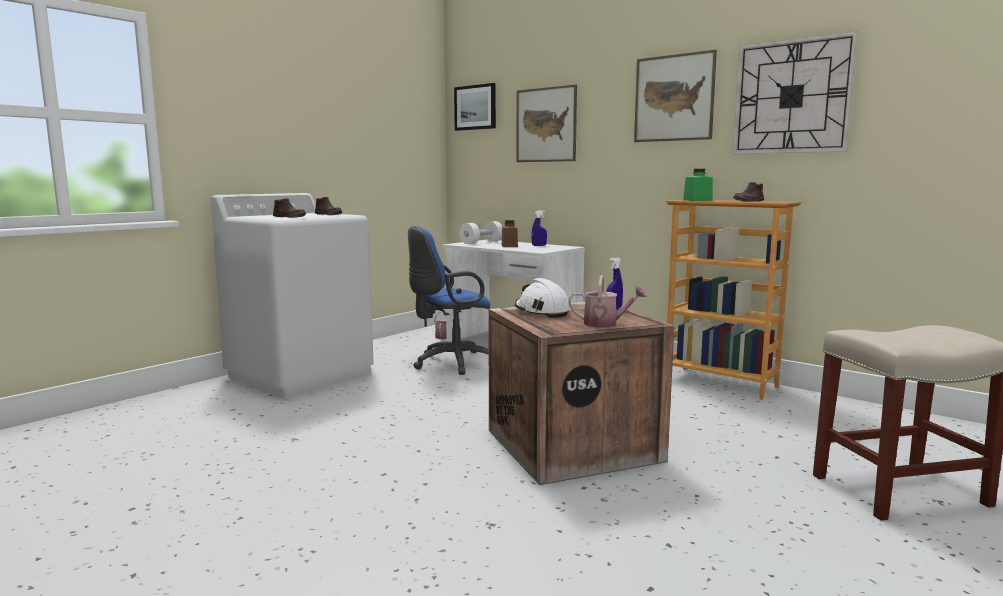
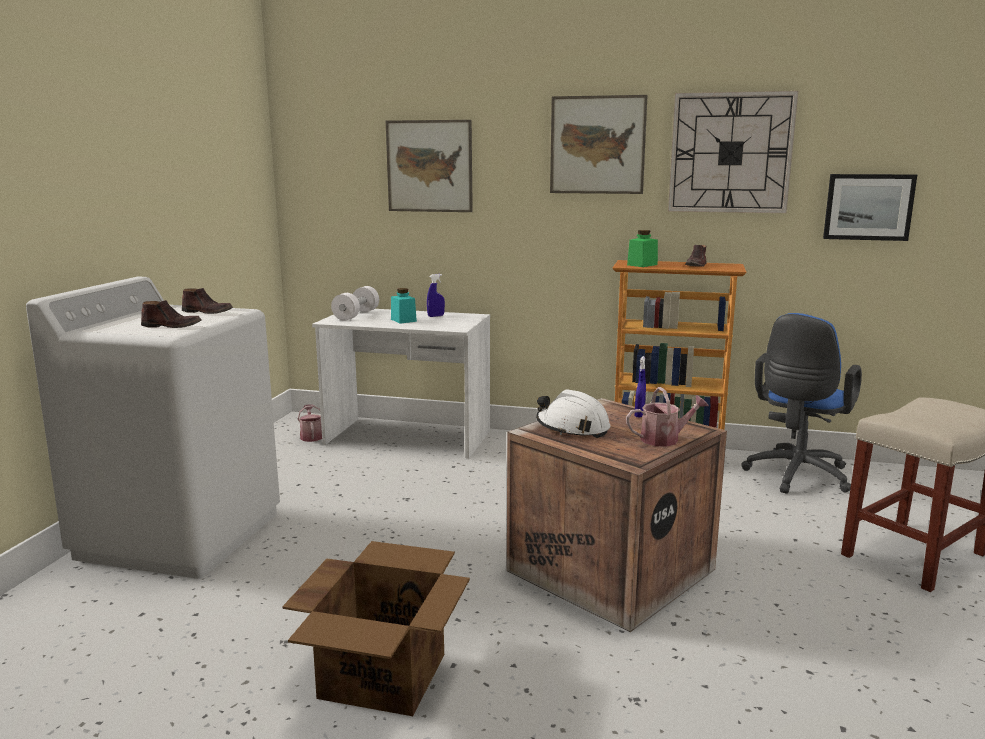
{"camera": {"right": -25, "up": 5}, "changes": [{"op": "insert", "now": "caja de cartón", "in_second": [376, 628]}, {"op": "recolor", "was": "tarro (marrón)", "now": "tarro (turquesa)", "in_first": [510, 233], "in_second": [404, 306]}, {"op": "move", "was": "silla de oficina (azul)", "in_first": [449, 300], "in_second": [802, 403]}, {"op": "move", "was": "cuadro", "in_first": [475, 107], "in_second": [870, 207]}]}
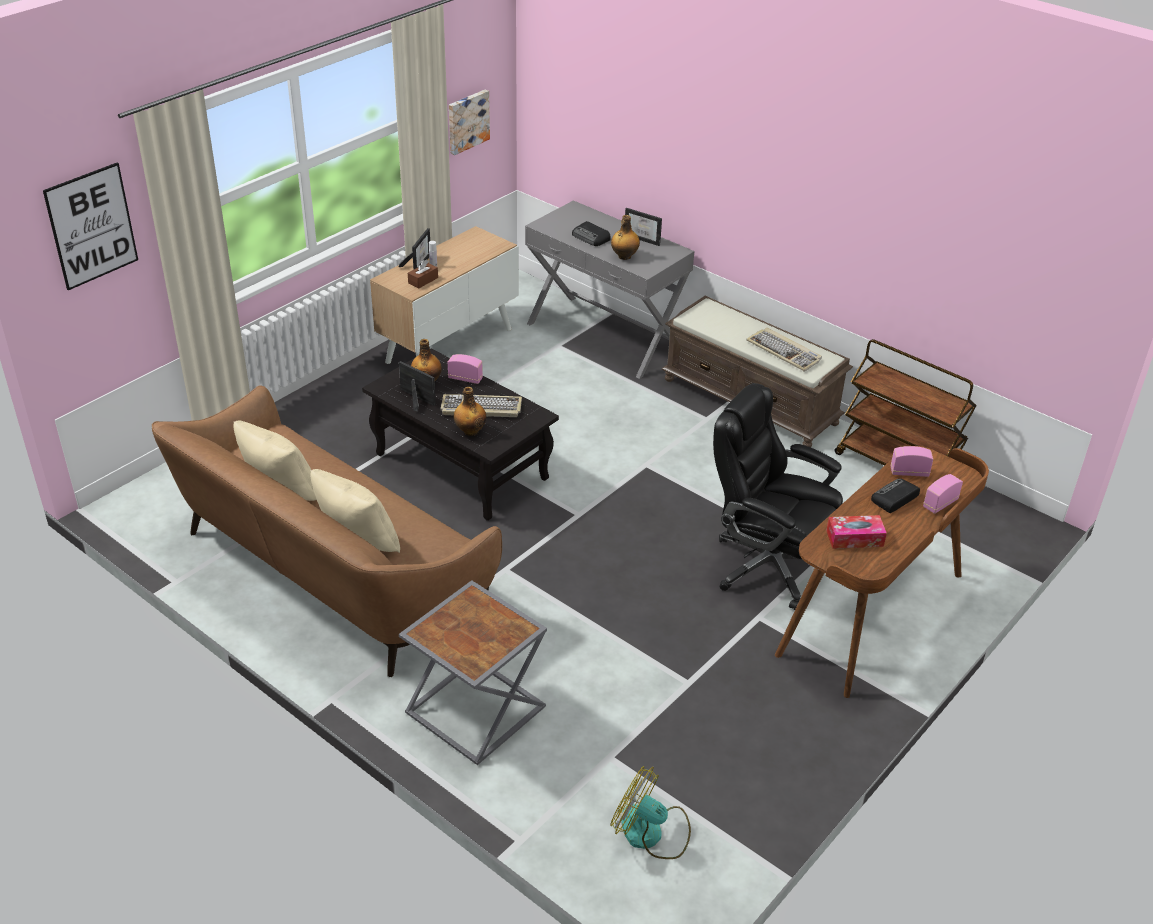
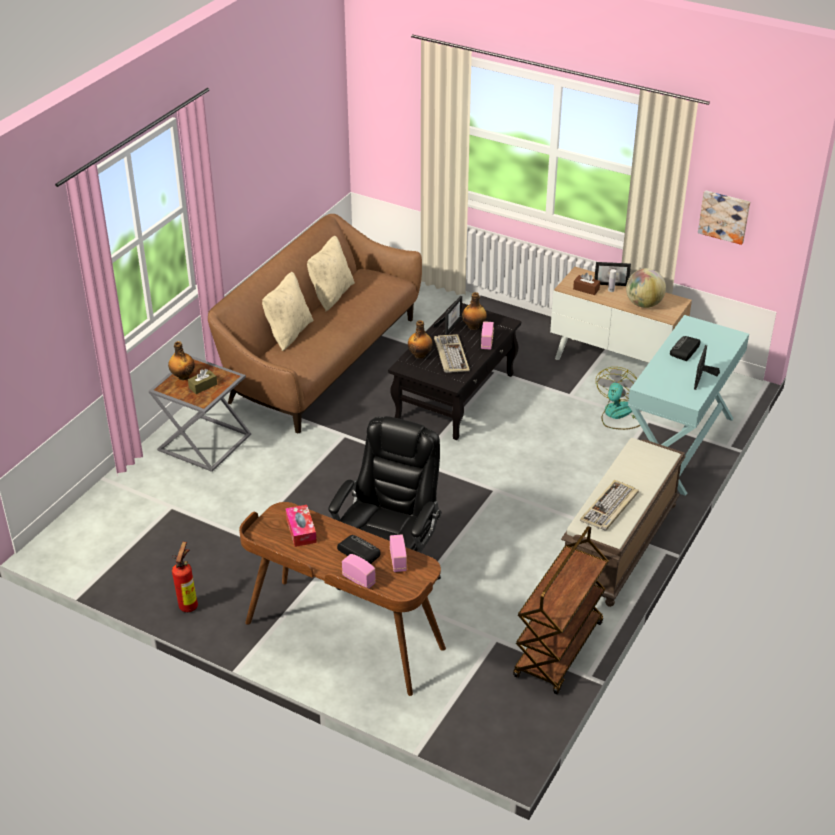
{"camera": {"right": 80, "up": 0}, "changes": [{"op": "move", "was": "botella", "in_first": [625, 237], "in_second": [181, 360]}, {"op": "insert", "now": "extintor", "in_second": [185, 577]}, {"op": "insert", "now": "caja de pañuelos (marrón)", "in_second": [202, 381]}, {"op": "move", "was": "ventilador", "in_first": [650, 812], "in_second": [618, 398]}, {"op": "insert", "now": "globo terráqueo", "in_second": [646, 288]}, {"op": "recolor", "was": "mesa consola (gris)", "now": "mesa consola (turquesa)", "in_first": [610, 289], "in_second": [688, 405]}, {"op": "delete", "was": "cuadro", "in_first": [90, 226]}]}
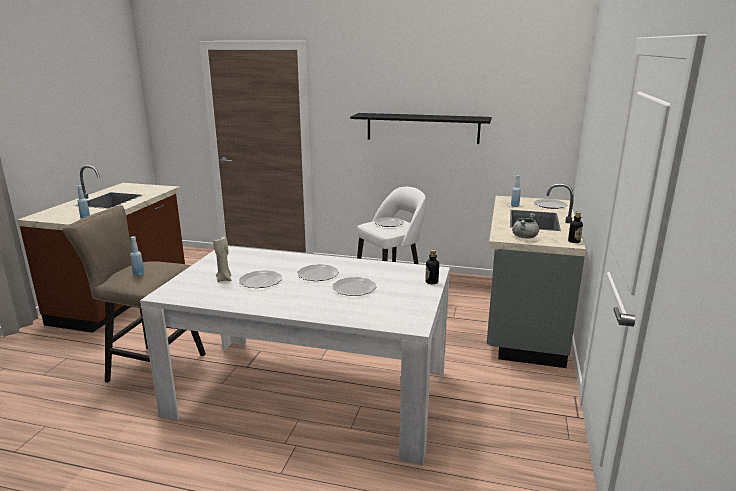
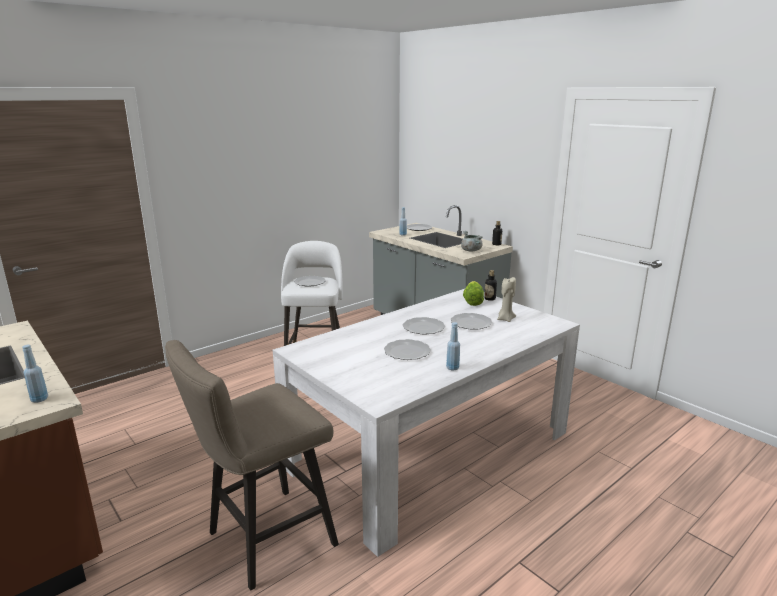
{"camera": {"right": -55, "up": 0}, "changes": [{"op": "move", "was": "botella (azul)", "in_first": [137, 256], "in_second": [453, 346]}, {"op": "insert", "now": "lechuga", "in_second": [473, 293]}, {"op": "move", "was": "vela (beis)", "in_first": [222, 259], "in_second": [506, 299]}, {"op": "delete", "was": "estante (negro)", "in_first": [421, 128]}]}
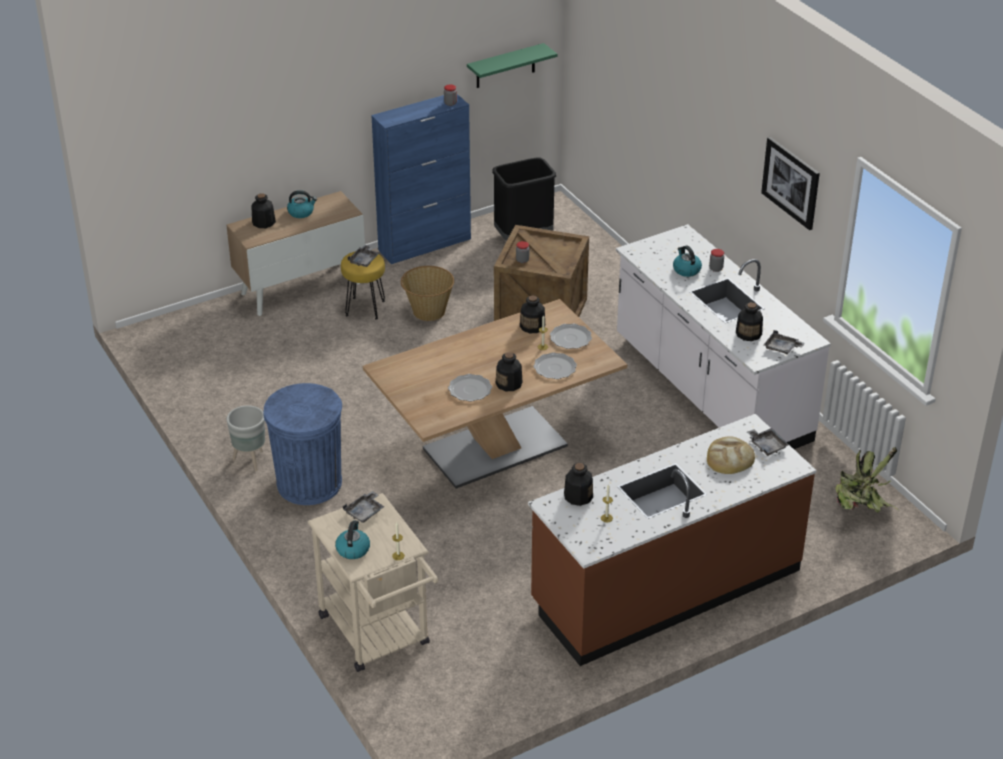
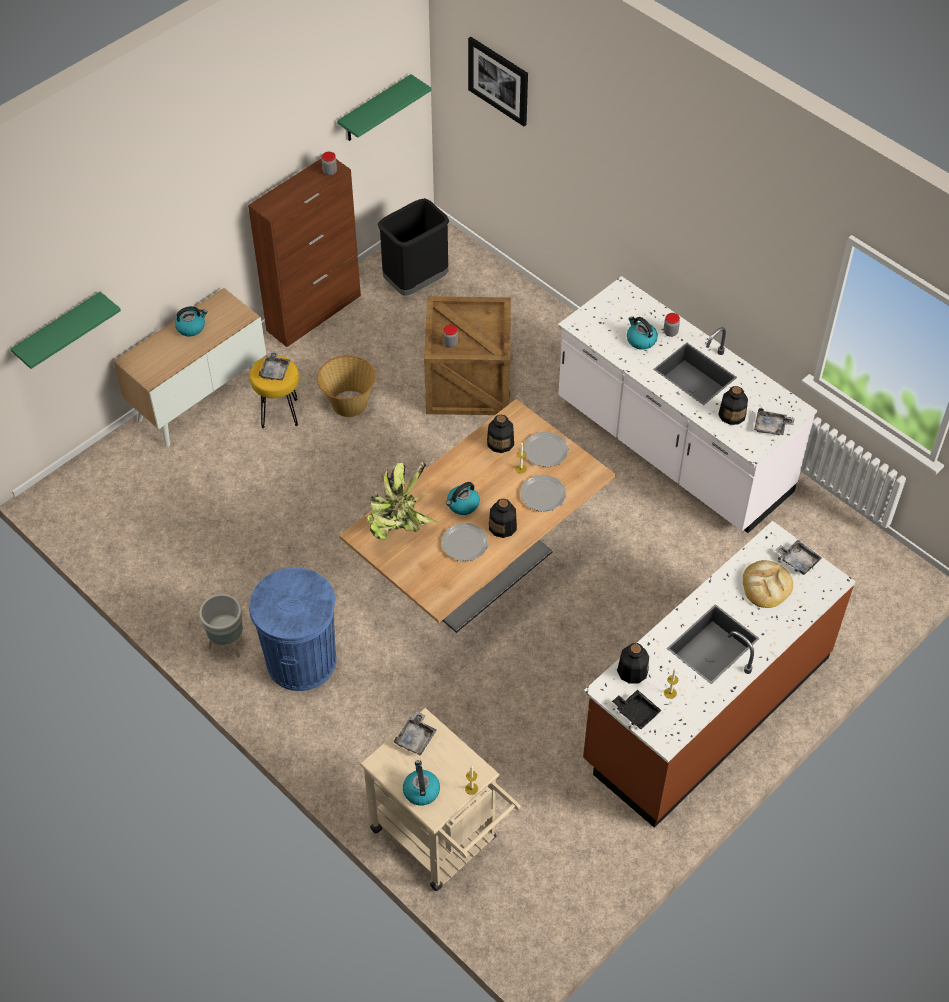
{"camera": {"right": -15, "up": 15}, "changes": [{"op": "insert", "now": "estante (verde)", "in_second": [66, 330]}, {"op": "recolor", "was": "armario (azul)", "now": "armario (marrón)", "in_first": [421, 179], "in_second": [304, 252]}, {"op": "move", "was": "planta en maceta", "in_first": [866, 479], "in_second": [403, 500]}, {"op": "insert", "now": "hervidor", "in_second": [463, 498]}, {"op": "move", "was": "cuadro", "in_first": [790, 183], "in_second": [498, 81]}, {"op": "insert", "now": "bandeja (negro)", "in_second": [637, 709]}, {"op": "delete", "was": "botella", "in_first": [263, 210]}]}
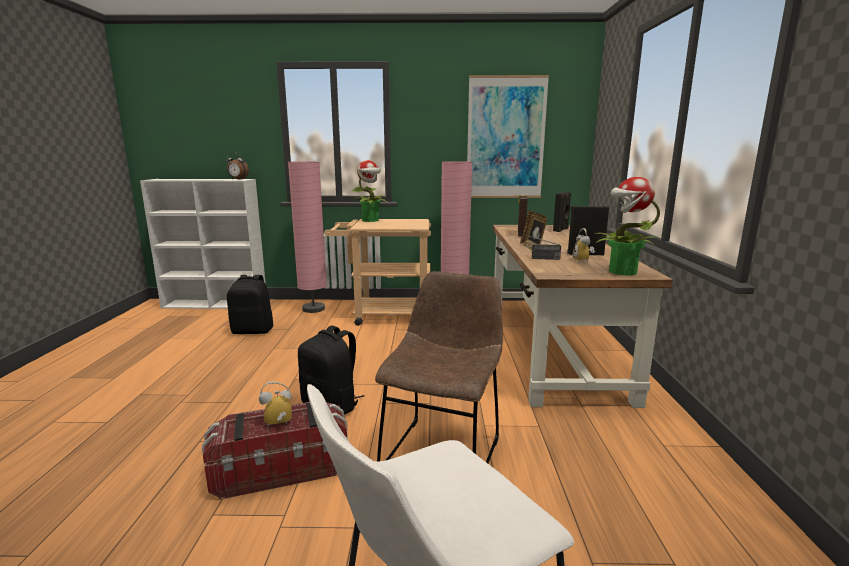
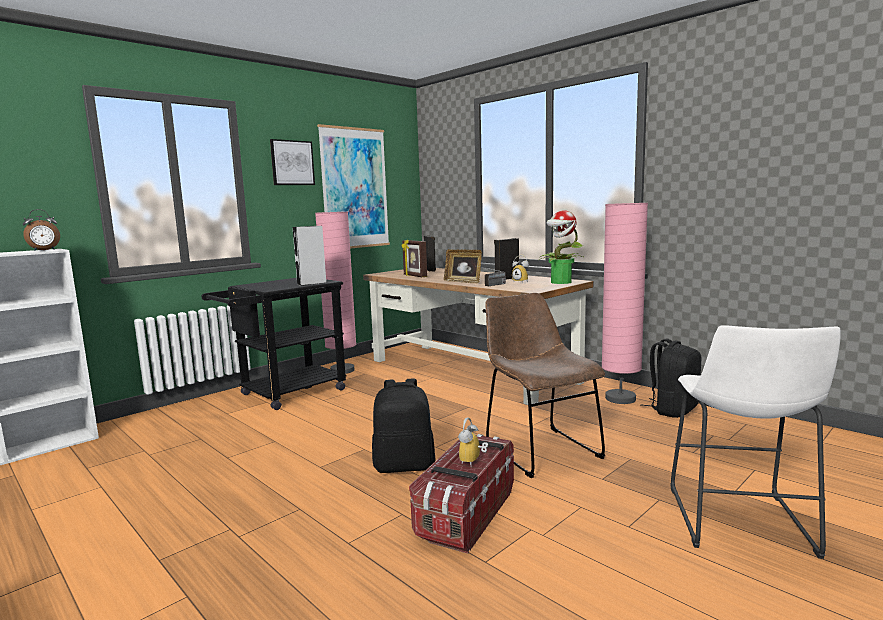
{"camera": {"right": -45, "up": -5}, "changes": [{"op": "recolor", "was": "carrito (beis)", "now": "carrito (negro)", "in_first": [377, 272], "in_second": [273, 344]}, {"op": "insert", "now": "cuadro", "in_second": [292, 162]}, {"op": "insert", "now": "altavoz (gris)", "in_second": [309, 256]}, {"op": "move", "was": "lámpara de pie (rosa)", "in_first": [307, 237], "in_second": [625, 303]}, {"op": "move", "was": "mochila (negro)", "in_first": [250, 304], "in_second": [670, 378]}, {"op": "delete", "was": "planta en maceta", "in_first": [369, 191]}]}
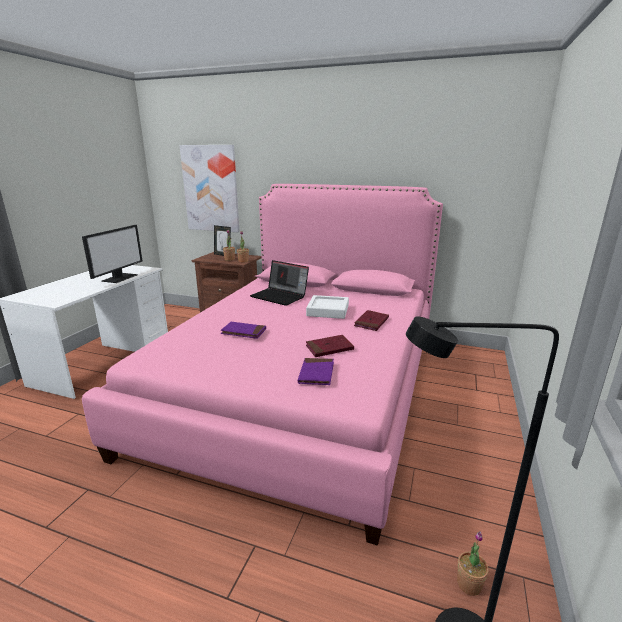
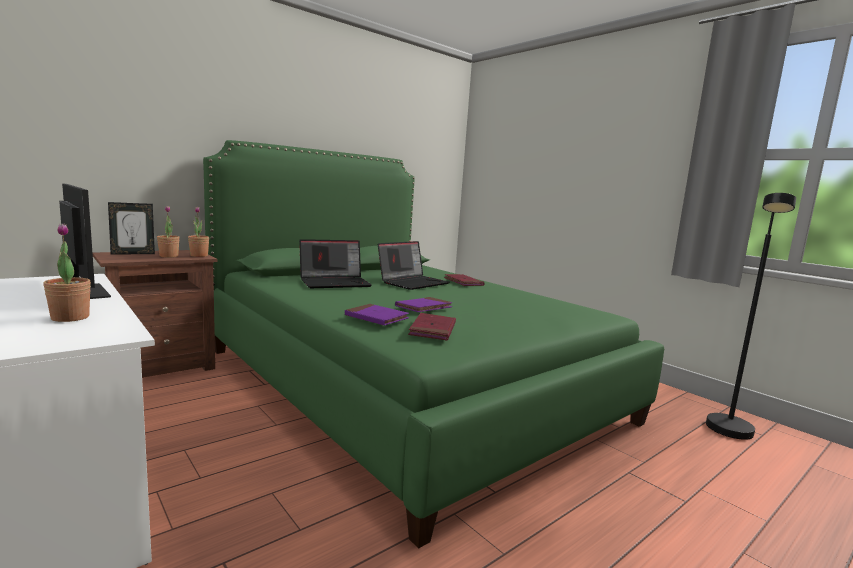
{"camera": {"right": -60, "up": -10}, "changes": [{"op": "move", "was": "planta en maceta", "in_first": [473, 563], "in_second": [67, 272]}, {"op": "recolor", "was": "cama (rosa)", "now": "cama (verde)", "in_first": [262, 365], "in_second": [433, 344]}, {"op": "move", "was": "libro (morado)", "in_first": [316, 371], "in_second": [377, 314]}, {"op": "replace", "was": "bandeja (blanco)", "now": "portátil", "in_first": [327, 307], "in_second": [414, 265]}, {"op": "move", "was": "libro (rojo)", "in_first": [330, 346], "in_second": [432, 327]}, {"op": "delete", "was": "cuadro", "in_first": [210, 188]}]}
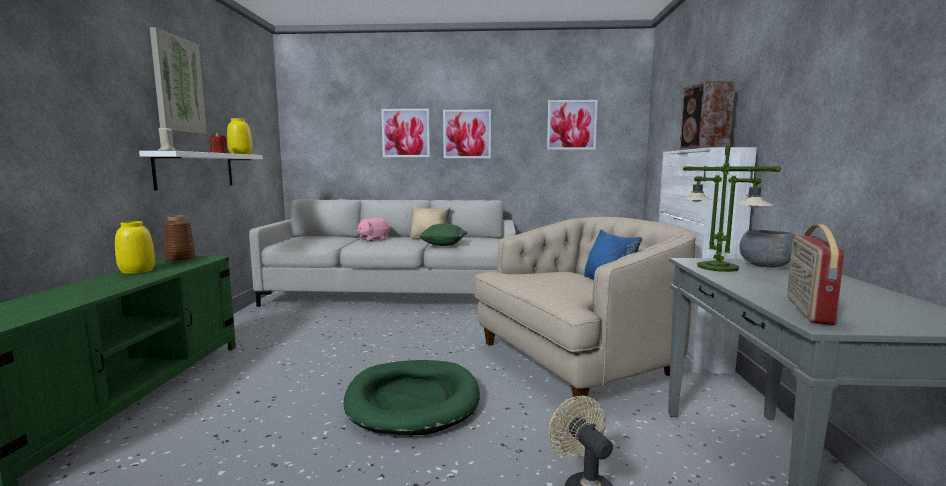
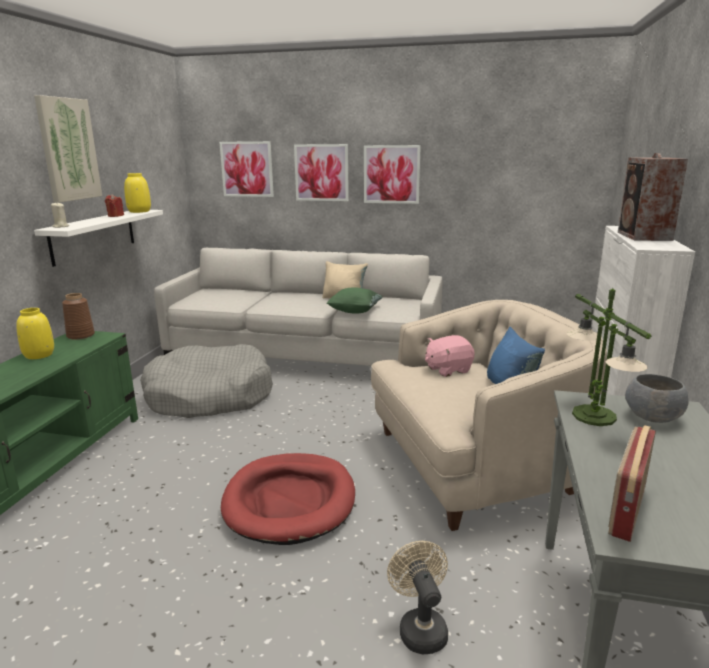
{"camera": {"right": 10, "up": 10}, "changes": [{"op": "insert", "now": "cama para perro (gris)", "in_second": [206, 381]}, {"op": "move", "was": "cuadro", "in_first": [572, 125], "in_second": [246, 169]}, {"op": "recolor", "was": "cama para perro (verde)", "now": "cama para perro (rojo)", "in_first": [411, 397], "in_second": [288, 499]}, {"op": "move", "was": "peluche (rosa)", "in_first": [372, 229], "in_second": [450, 356]}]}
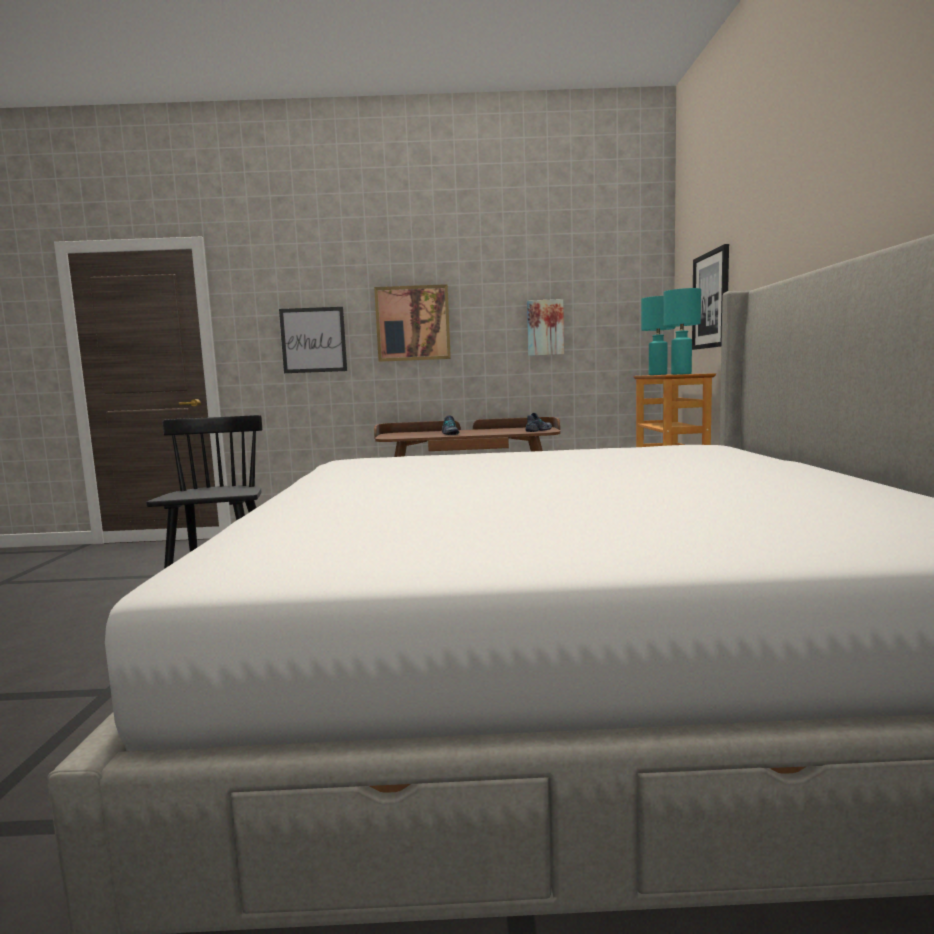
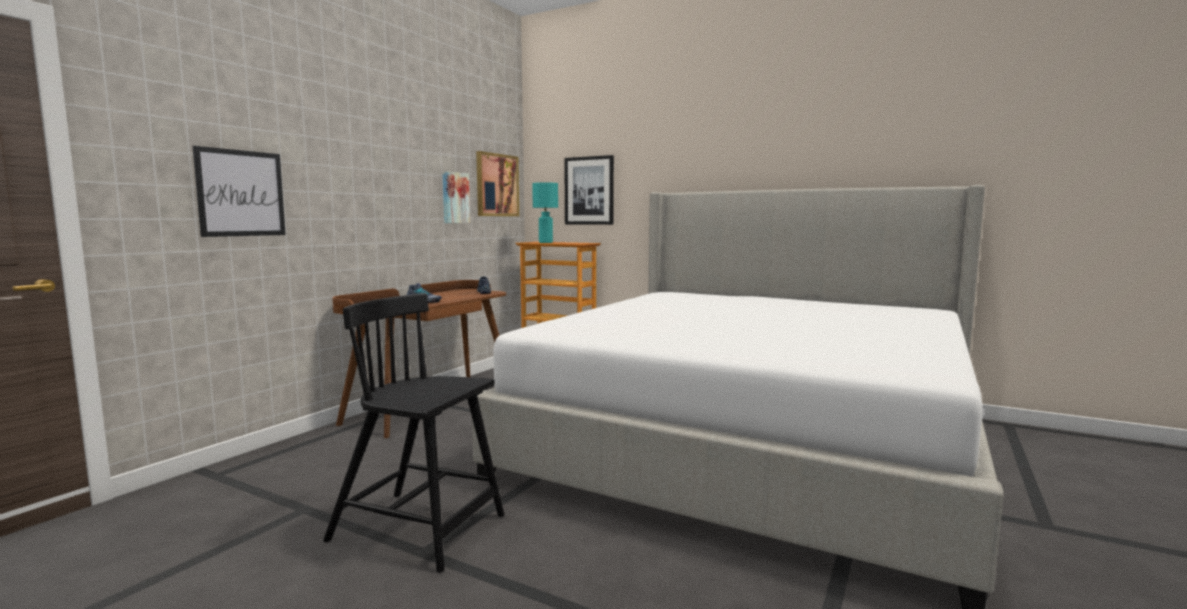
{"camera": {"right": -60, "up": 0}, "changes": [{"op": "move", "was": "cuadro", "in_first": [412, 323], "in_second": [497, 183]}, {"op": "delete", "was": "lámpara de mesa (turquesa)", "in_first": [682, 331]}]}
